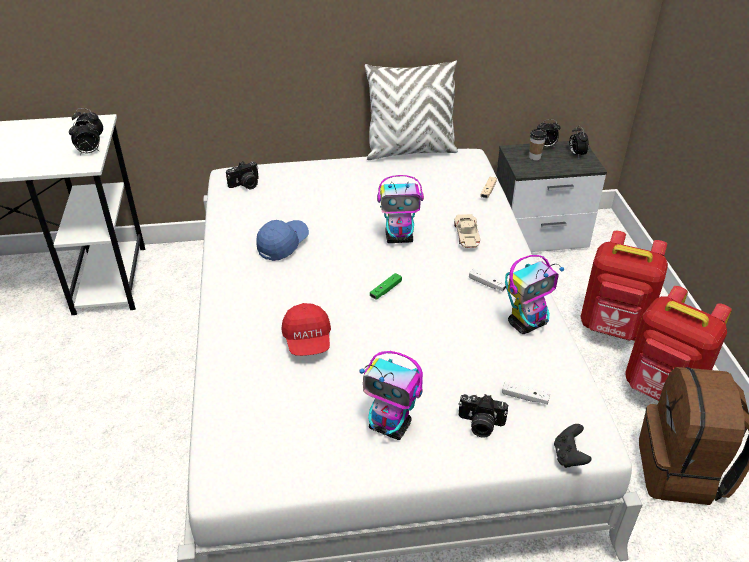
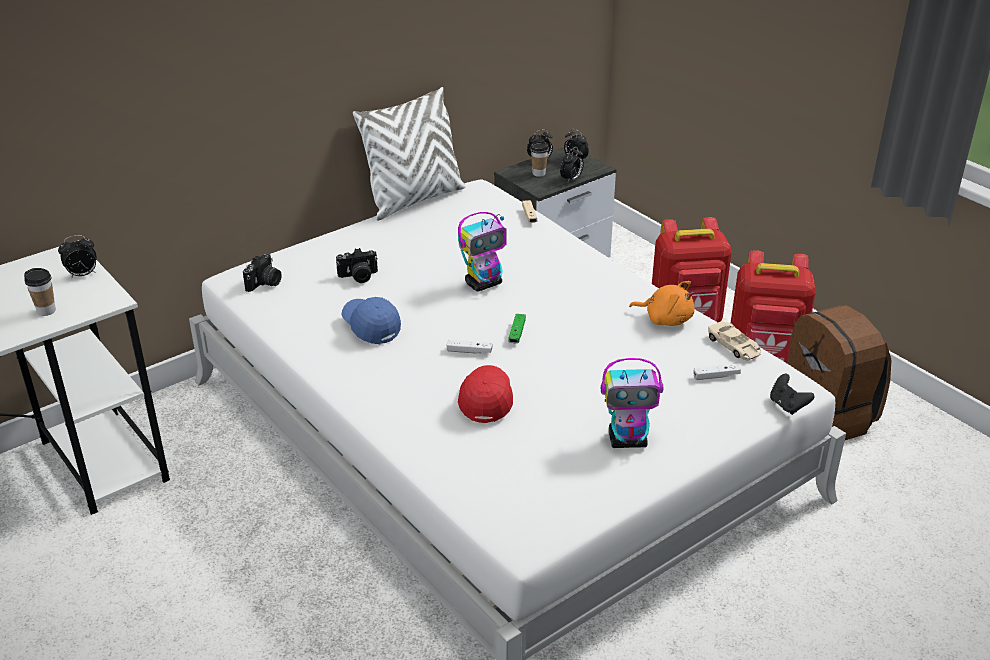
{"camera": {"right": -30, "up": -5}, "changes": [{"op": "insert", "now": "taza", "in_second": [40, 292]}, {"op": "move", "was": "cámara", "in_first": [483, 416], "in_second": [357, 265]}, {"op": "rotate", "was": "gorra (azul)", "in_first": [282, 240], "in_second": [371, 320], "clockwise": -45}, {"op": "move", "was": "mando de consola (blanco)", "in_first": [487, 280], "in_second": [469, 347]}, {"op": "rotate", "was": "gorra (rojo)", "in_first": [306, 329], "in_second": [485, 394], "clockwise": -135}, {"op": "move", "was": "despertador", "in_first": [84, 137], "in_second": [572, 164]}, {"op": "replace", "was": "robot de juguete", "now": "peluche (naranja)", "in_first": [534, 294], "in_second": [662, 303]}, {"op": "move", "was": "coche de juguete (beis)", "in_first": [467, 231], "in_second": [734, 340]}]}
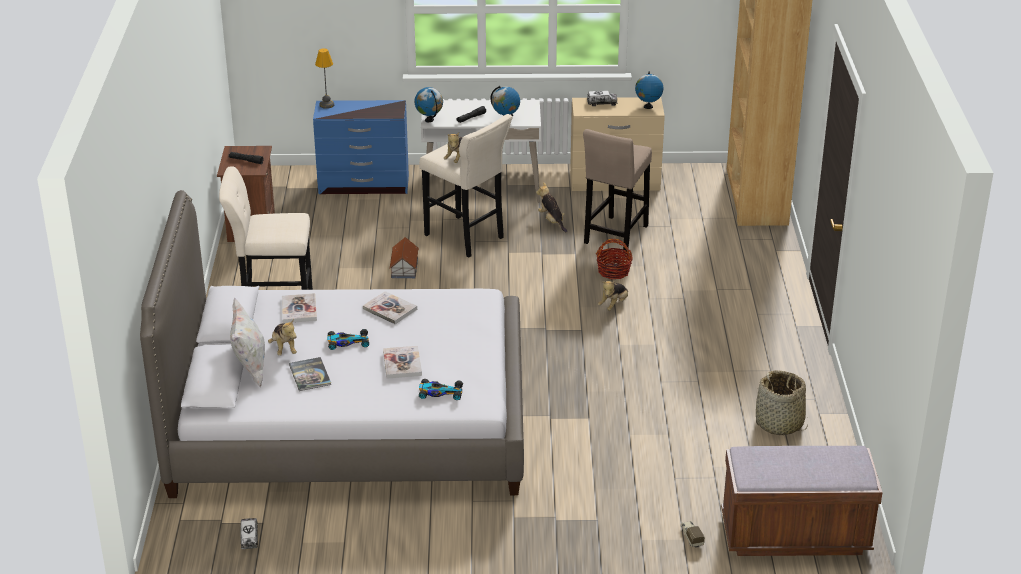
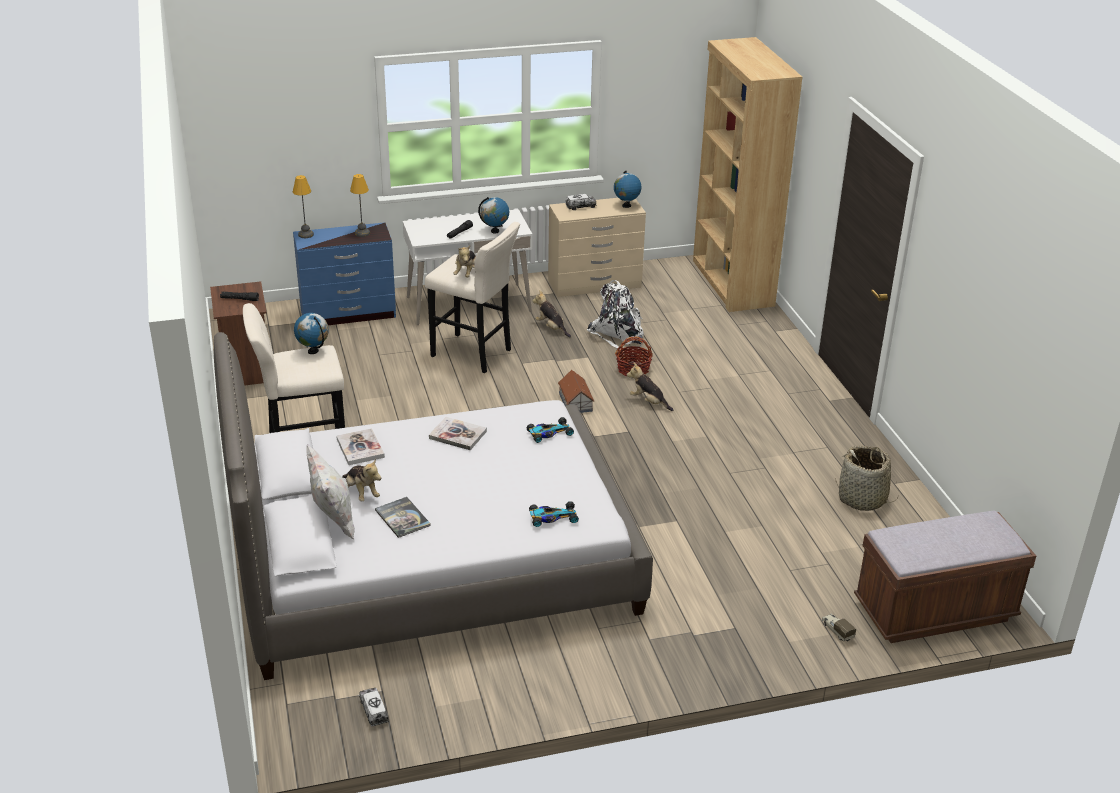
{"camera": {"right": -15, "up": 0}, "changes": [{"op": "move", "was": "globo terráqueo", "in_first": [429, 104], "in_second": [311, 333]}, {"op": "insert", "now": "lámpara de mesa", "in_second": [360, 205]}, {"op": "move", "was": "coche de juguete", "in_first": [348, 339], "in_second": [550, 430]}, {"op": "move", "was": "casita", "in_first": [404, 257], "in_second": [576, 391]}, {"op": "replace", "was": "taburete (beis)", "now": "mochila (blanco)", "in_first": [617, 190], "in_second": [615, 315]}, {"op": "rotate", "was": "peluche", "in_first": [613, 296], "in_second": [650, 386], "clockwise": 105}, {"op": "delete", "was": "libro", "in_first": [402, 362]}]}
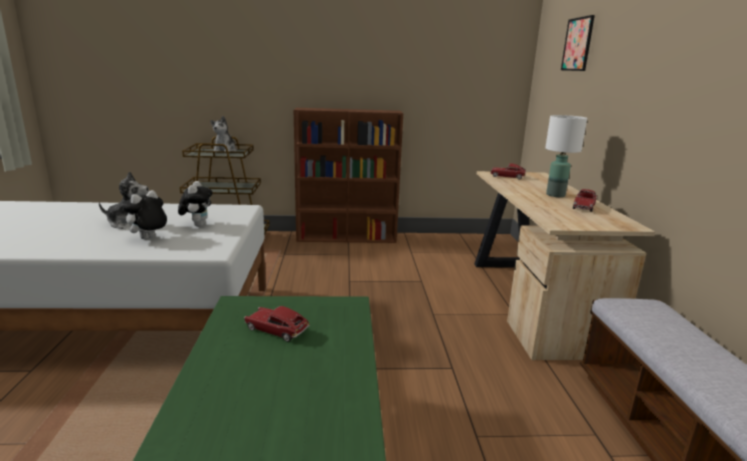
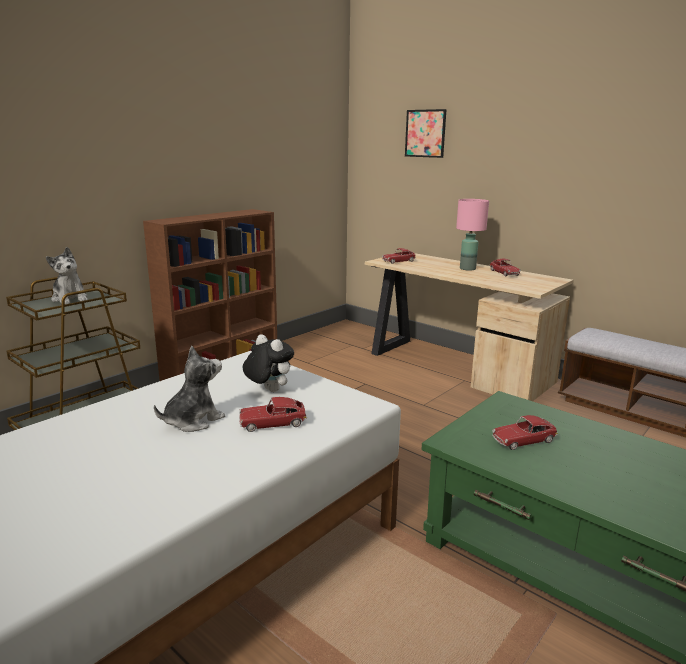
{"camera": {"right": -45, "up": 0}, "changes": [{"op": "replace", "was": "peluche", "now": "coche de juguete", "in_first": [144, 214], "in_second": [273, 414]}, {"op": "recolor", "was": "lámpara de mesa (blanco)", "now": "lámpara de mesa (rosa)", "in_first": [566, 156], "in_second": [472, 234]}]}
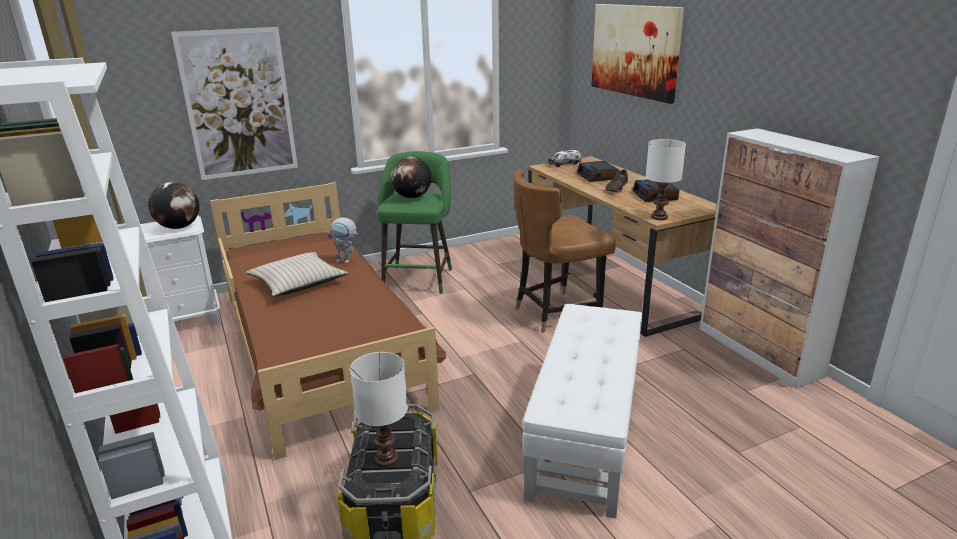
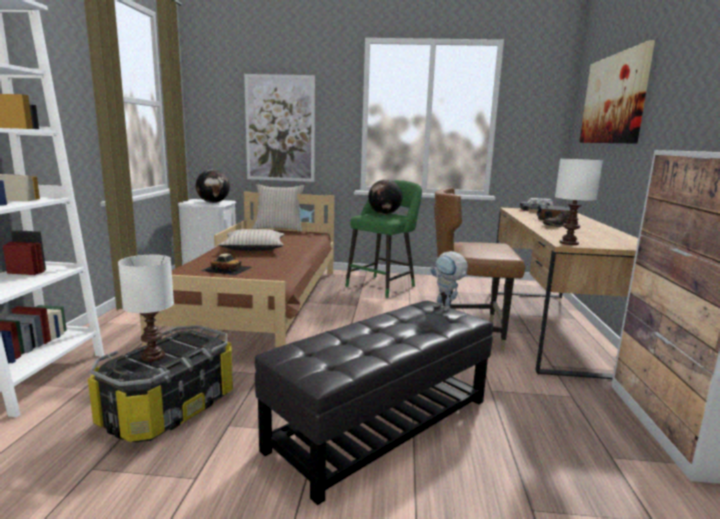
{"camera": {"right": 30, "up": -10}, "changes": [{"op": "insert", "now": "coche de juguete", "in_second": [226, 265]}, {"op": "insert", "now": "cojín (beis)", "in_second": [278, 208]}, {"op": "recolor", "was": "puf (blanco)", "now": "puf (negro)", "in_first": [582, 411], "in_second": [374, 403]}, {"op": "move", "was": "robot de juguete", "in_first": [343, 240], "in_second": [449, 281]}, {"op": "delete", "was": "despertador", "in_first": [656, 191]}]}
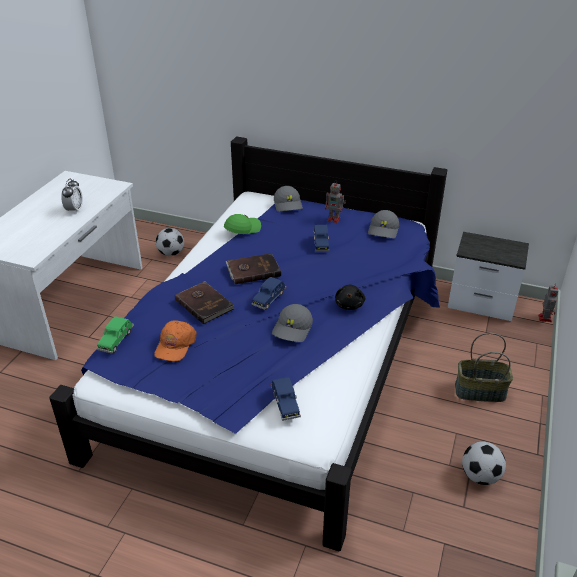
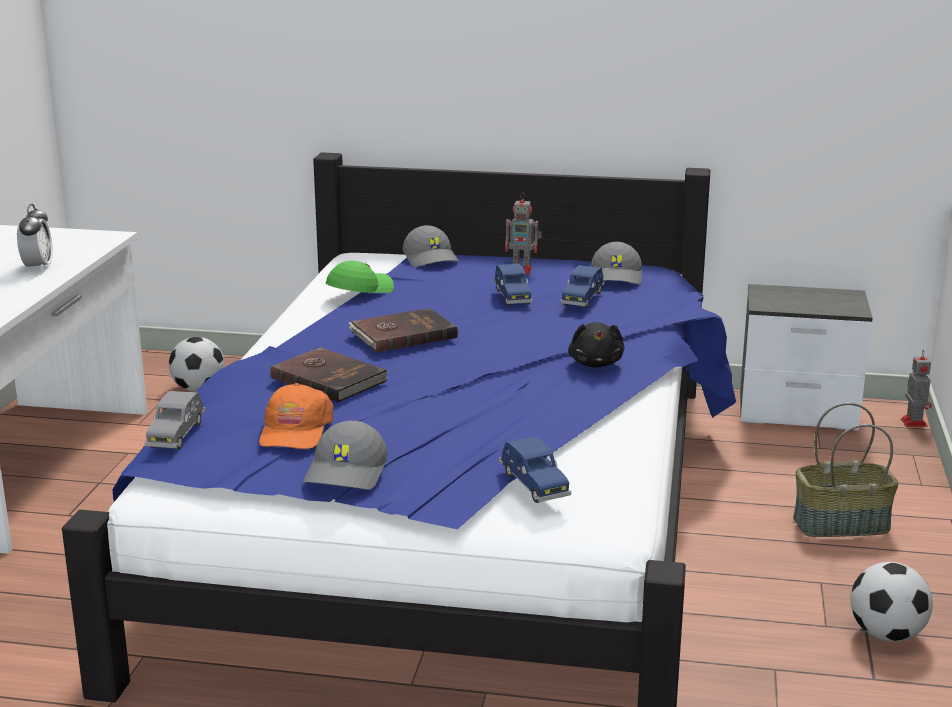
{"camera": {"right": -10, "up": -15}, "changes": [{"op": "recolor", "was": "coche de juguete (verde)", "now": "coche de juguete (gris)", "in_first": [115, 335], "in_second": [175, 420]}, {"op": "move", "was": "gorra (gris)", "in_first": [292, 323], "in_second": [345, 455]}, {"op": "move", "was": "coche de juguete (azul)", "in_first": [269, 293], "in_second": [582, 286]}]}
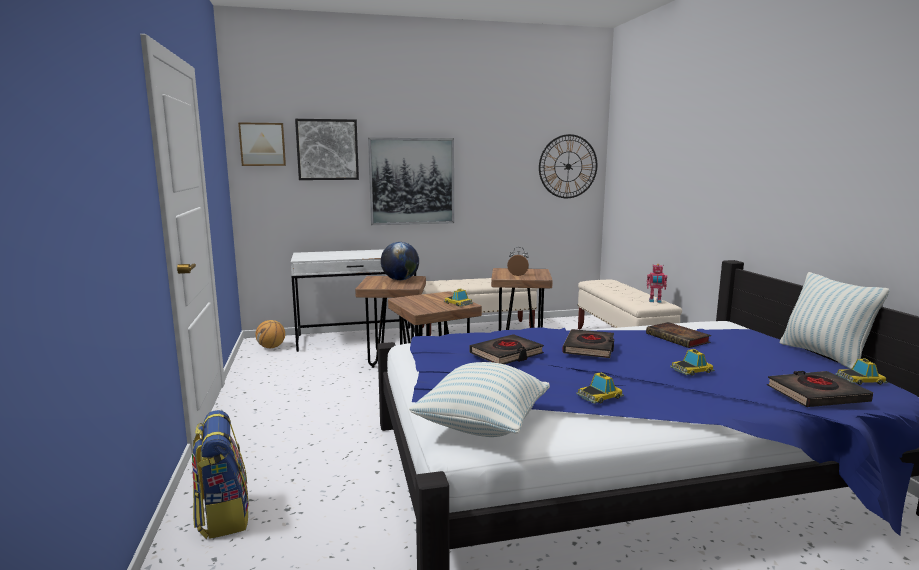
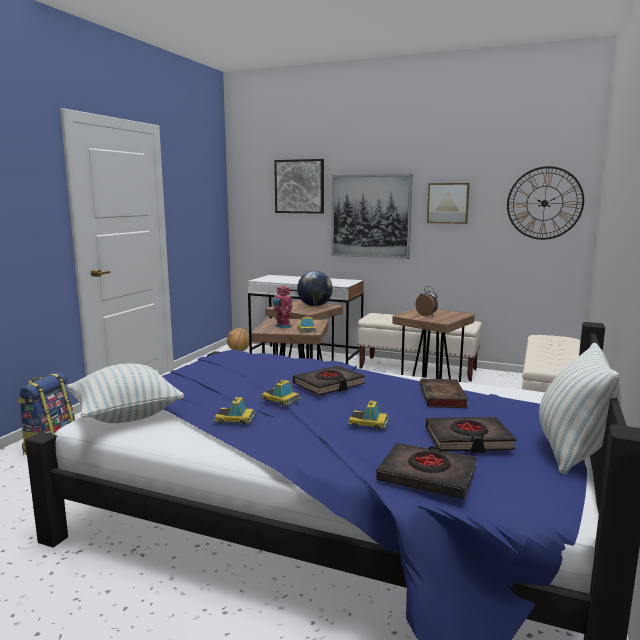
{"camera": {"right": 35, "up": 0}, "changes": [{"op": "move", "was": "coche de juguete", "in_first": [861, 371], "in_second": [280, 392]}, {"op": "move", "was": "robot de juguete", "in_first": [657, 283], "in_second": [283, 307]}, {"op": "move", "was": "libro (negro)", "in_first": [506, 349], "in_second": [471, 435]}, {"op": "move", "was": "cuadro", "in_first": [262, 144], "in_second": [448, 203]}]}
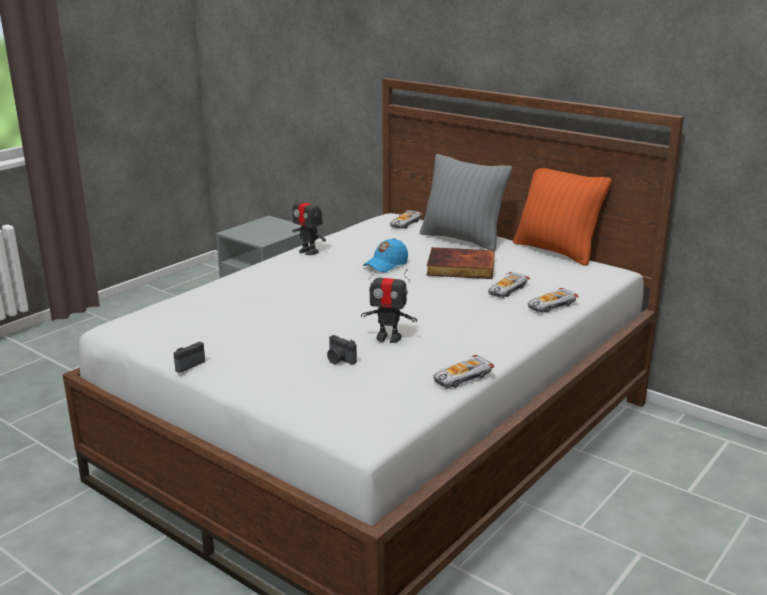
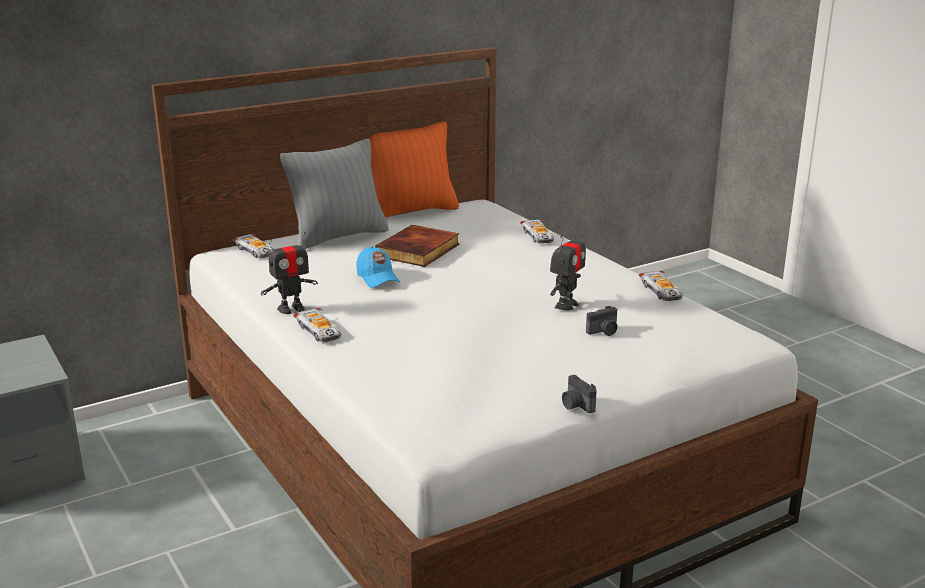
{"camera": {"right": -70, "up": 0}, "changes": [{"op": "move", "was": "coche de juguete", "in_first": [509, 285], "in_second": [317, 325]}]}
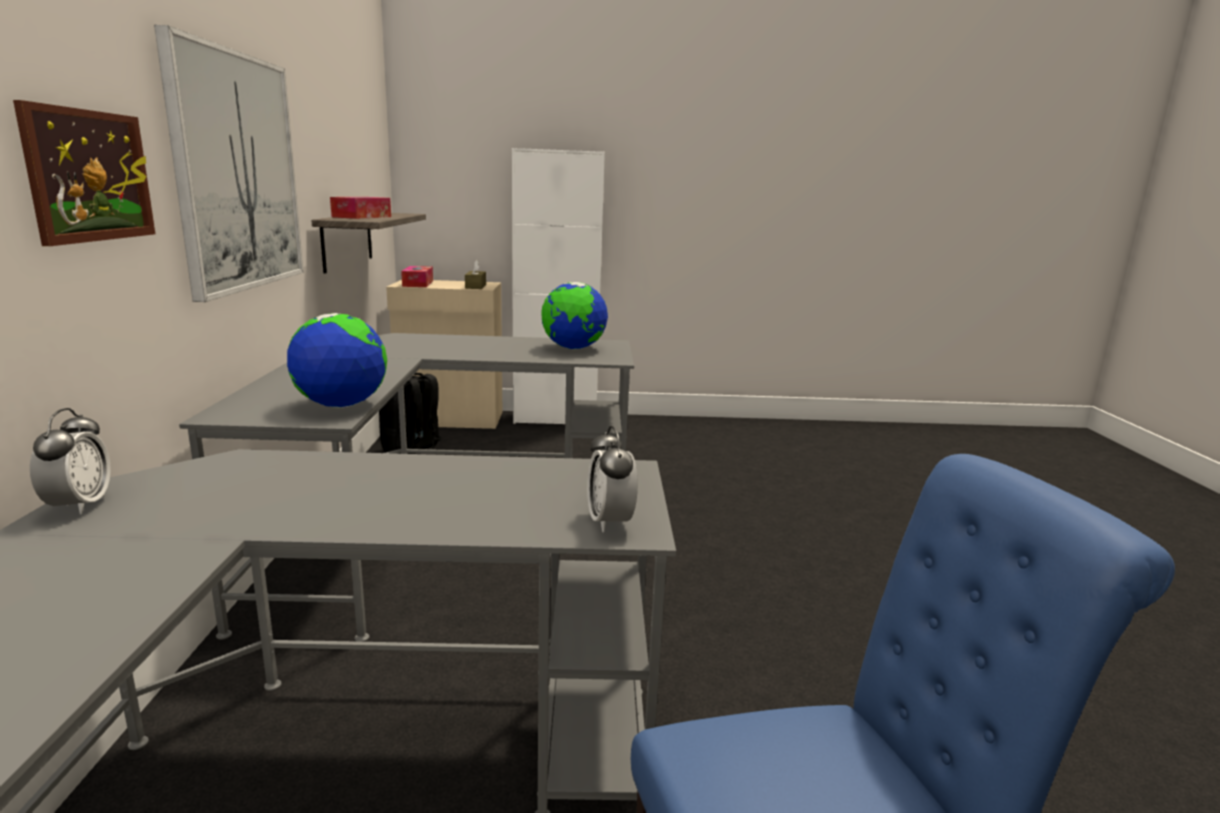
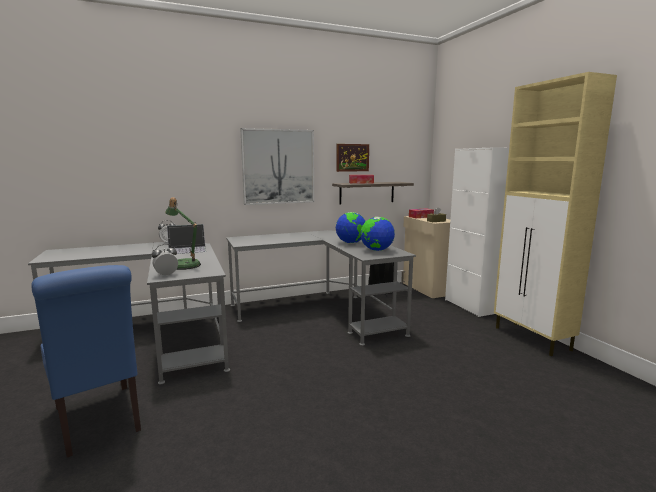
{"camera": {"right": 70, "up": -5}, "changes": [{"op": "insert", "now": "lámpara de mesa", "in_second": [183, 233]}, {"op": "insert", "now": "portátil", "in_second": [186, 239]}, {"op": "move", "was": "cuadro", "in_first": [84, 173], "in_second": [352, 158]}, {"op": "move", "was": "globo terráqueo", "in_first": [337, 360], "in_second": [351, 228]}, {"op": "insert", "now": "armario (beis)", "in_second": [555, 214]}]}
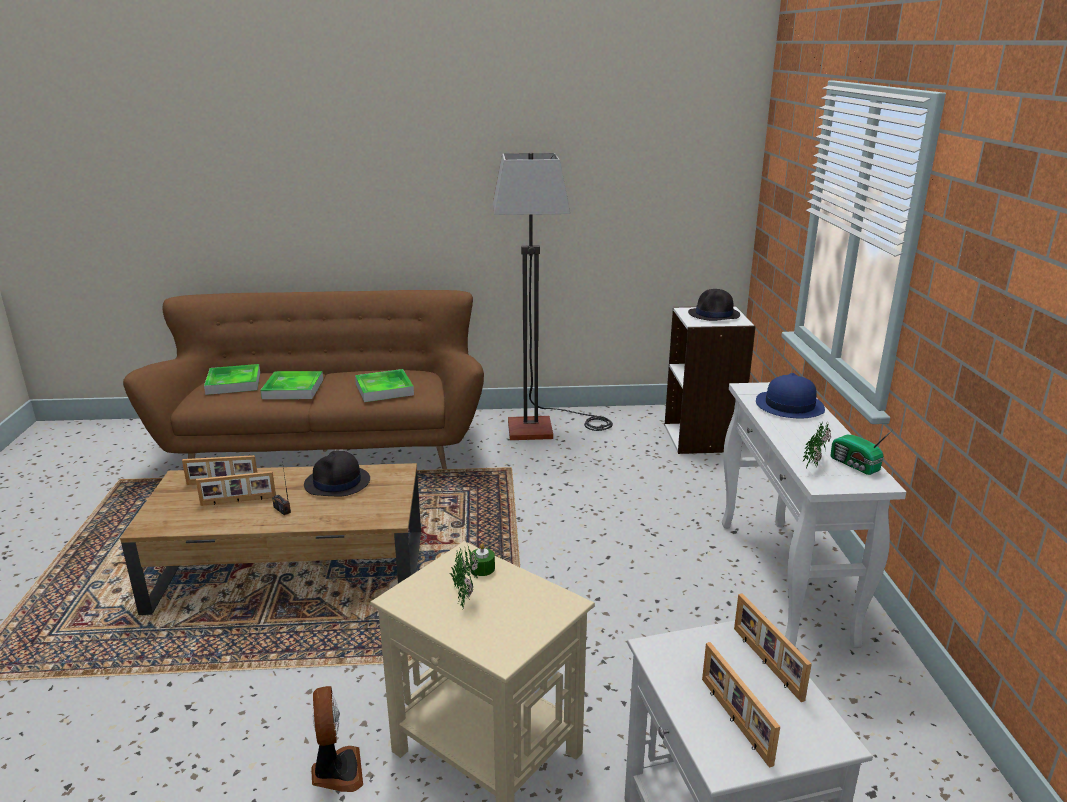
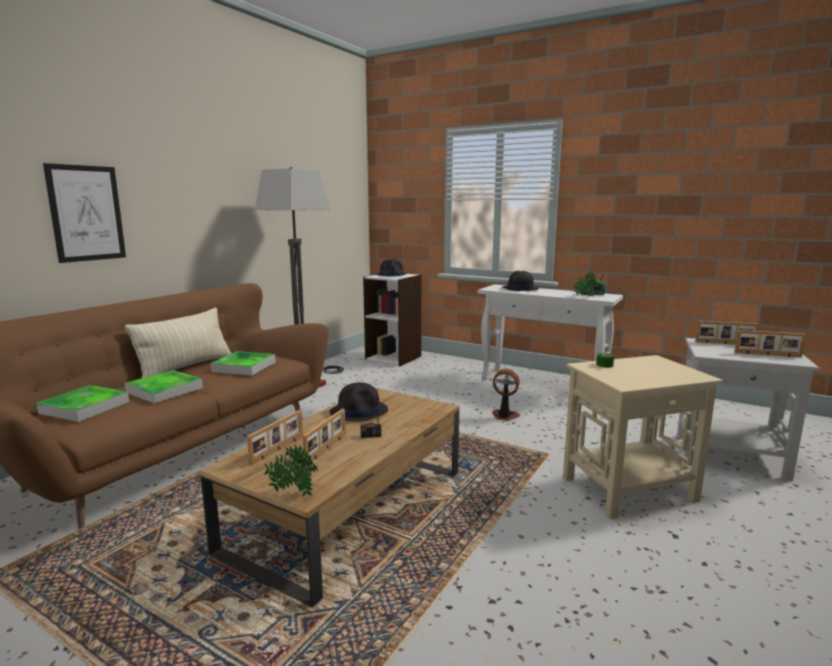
{"camera": {"right": -55, "up": -10}, "changes": [{"op": "insert", "now": "cuadro", "in_second": [84, 213]}, {"op": "insert", "now": "cojín (beis)", "in_second": [178, 343]}, {"op": "move", "was": "planta en maceta", "in_first": [464, 575], "in_second": [291, 470]}, {"op": "move", "was": "ventilador", "in_first": [337, 739], "in_second": [506, 395]}, {"op": "recolor", "was": "sombrero (azul)", "now": "sombrero (negro)", "in_first": [790, 395], "in_second": [520, 281]}]}
